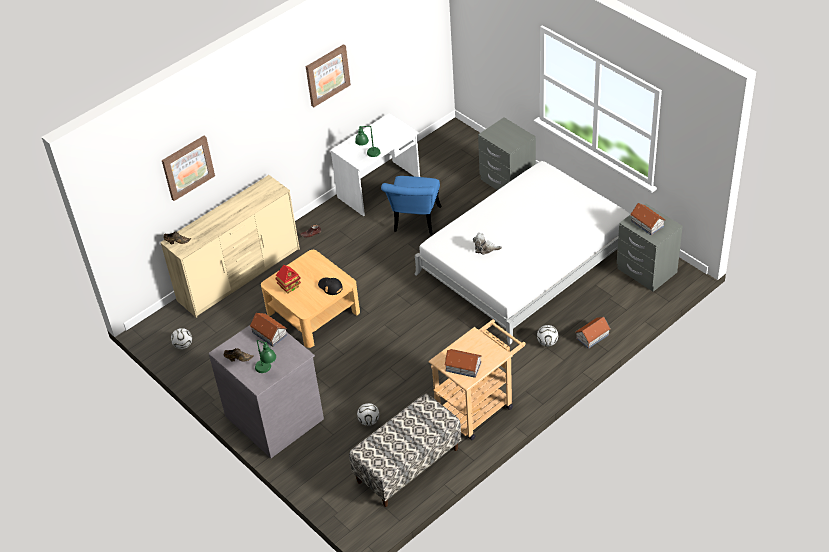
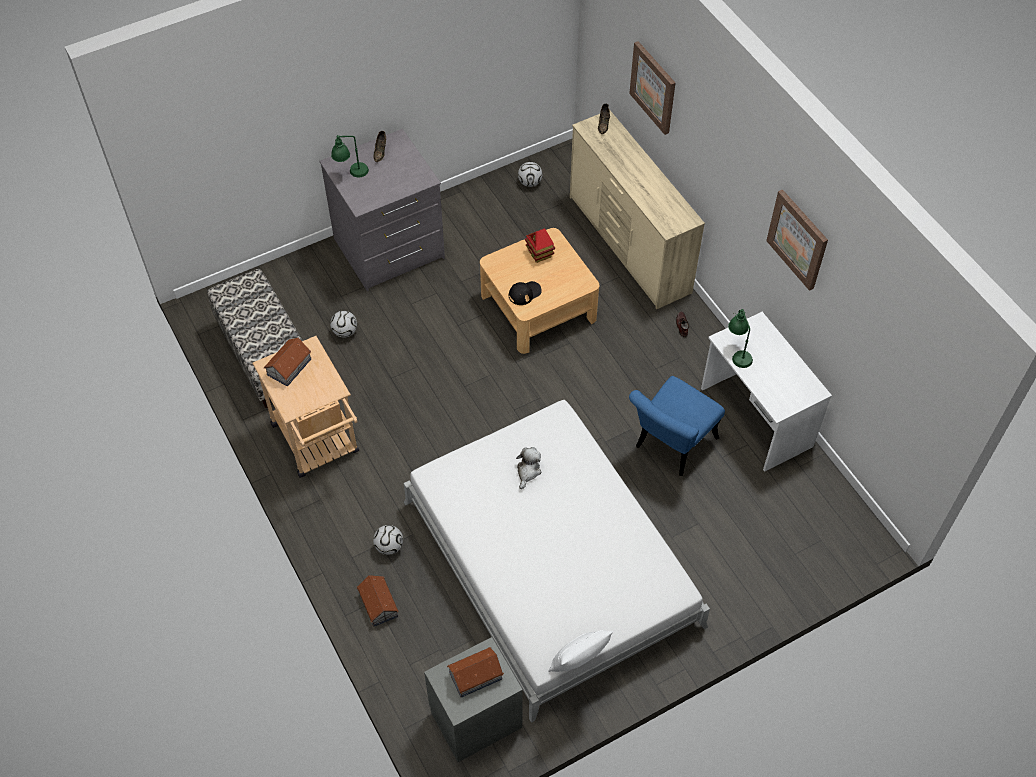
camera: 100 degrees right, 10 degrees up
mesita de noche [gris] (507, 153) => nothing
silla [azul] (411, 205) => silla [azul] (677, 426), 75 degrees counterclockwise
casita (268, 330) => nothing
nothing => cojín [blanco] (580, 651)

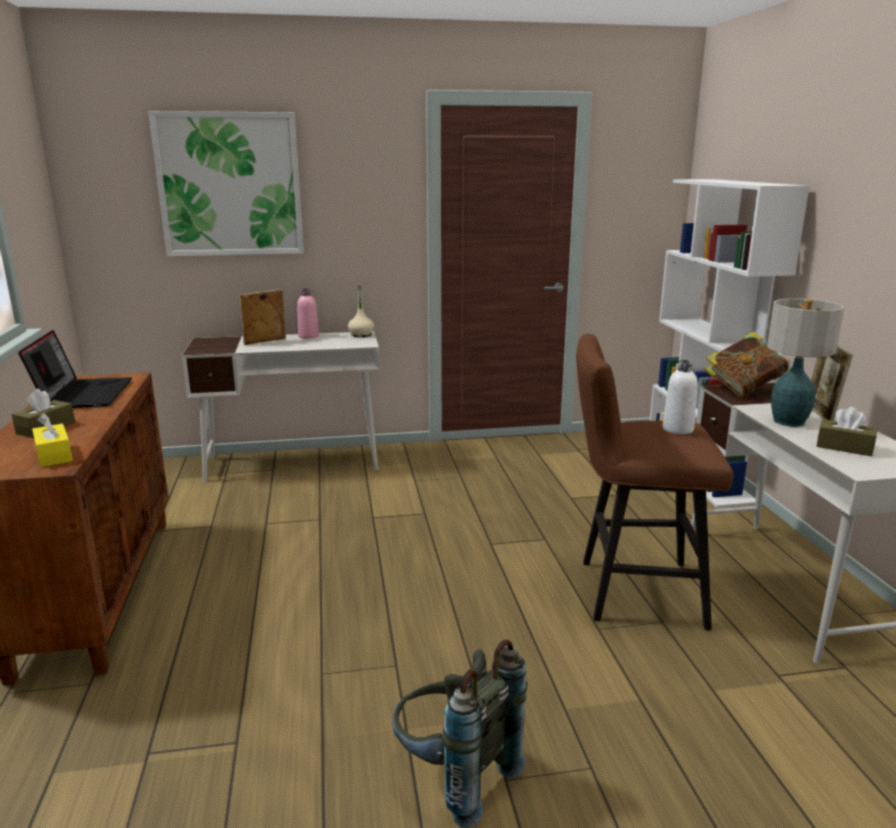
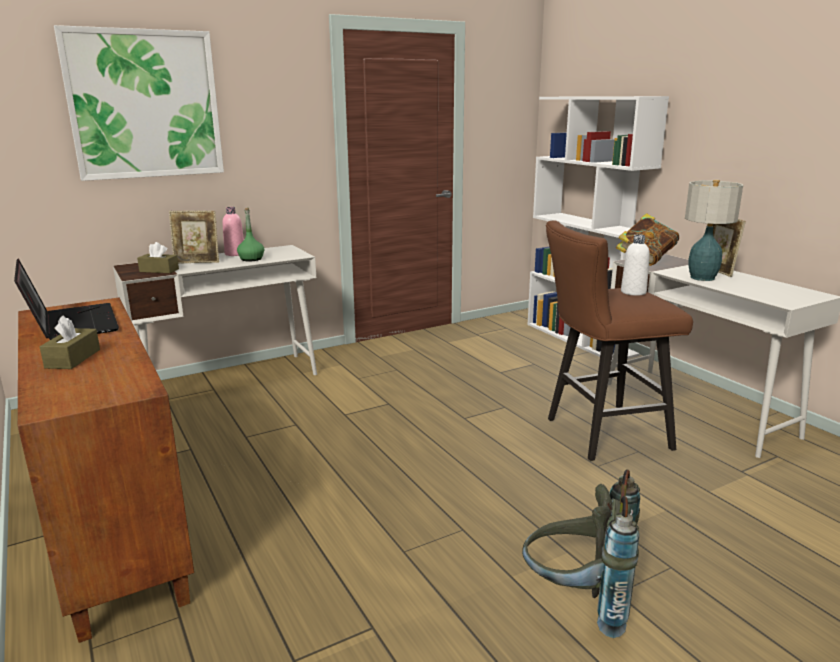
camera: 20 degrees left, 0 degrees up
botella [beis] (361, 311) => nothing
portarretratos (262, 317) => portarretratos (194, 237), 135 degrees counterclockwise
caja de pañuelos [marrón] (847, 431) => caja de pañuelos [marrón] (158, 257), move
caja de pañuelos [amarillo] (52, 440) => nothing
nothing => botella [verde] (250, 234)

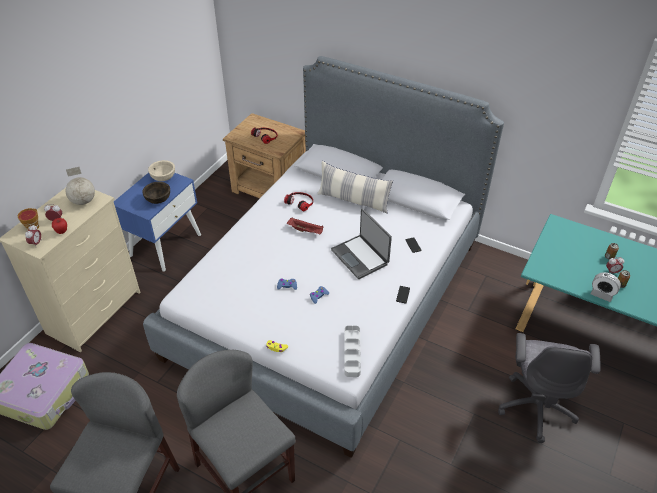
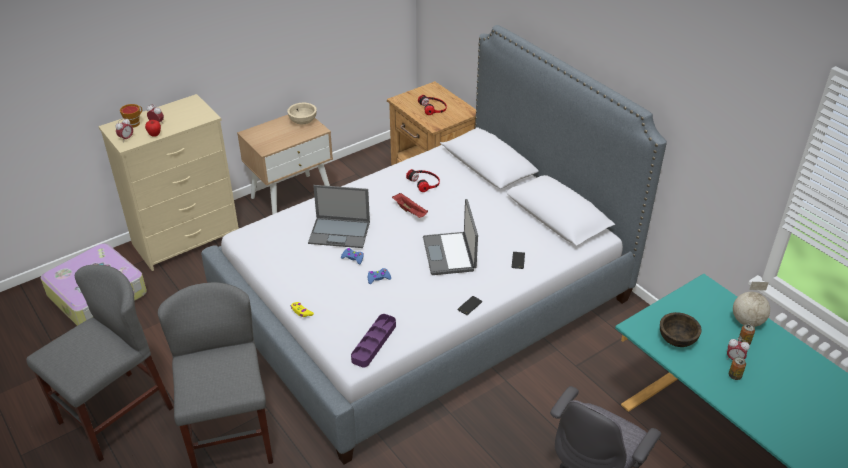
camera: 25 degrees right, 5 degrees down
cojín (355, 187) => nothing
globo terráqueo (80, 186) => globo terráqueo (751, 304), move
mesita de noche [azul] (157, 222) => mesita de noche [beis] (285, 165)
cuenco [marrón] (156, 193) => cuenco [marrón] (681, 329), move
despertador (605, 287) => nothing
bandeja [gris] (352, 351) => bandeja [morado] (373, 341)
nothing => portátil (339, 216)

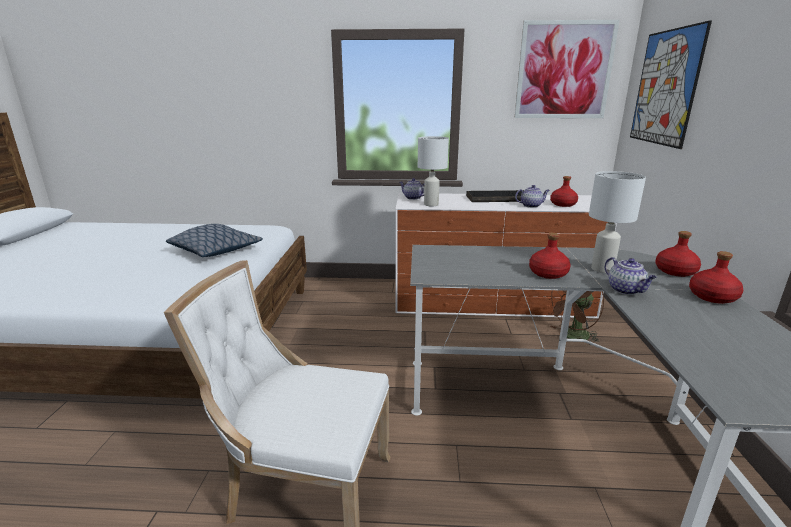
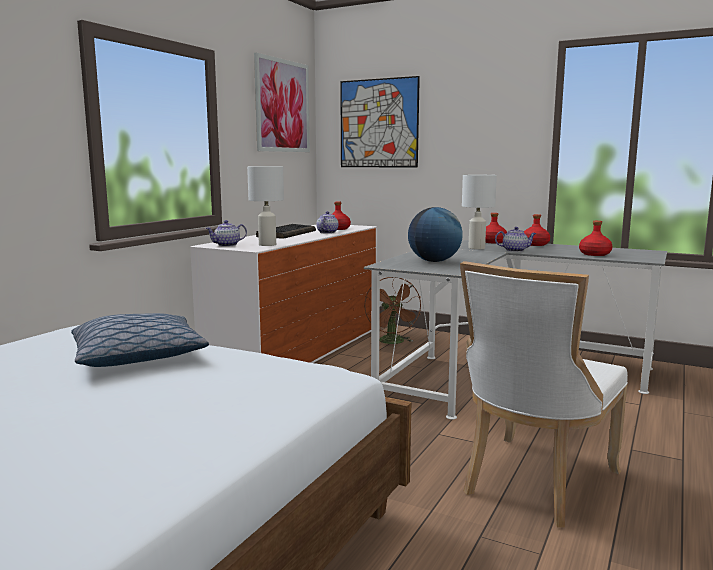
camera: 65 degrees left, 10 degrees down
botella [rojo] (550, 256) => botella [rojo] (596, 238), move
nothing => globo terráqueo (435, 234)

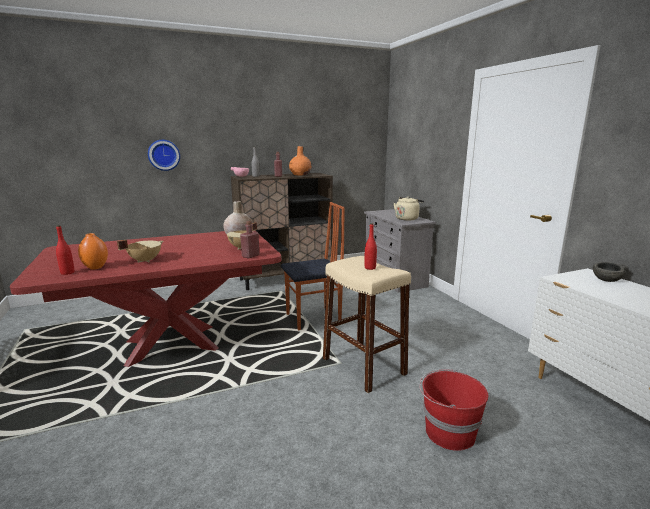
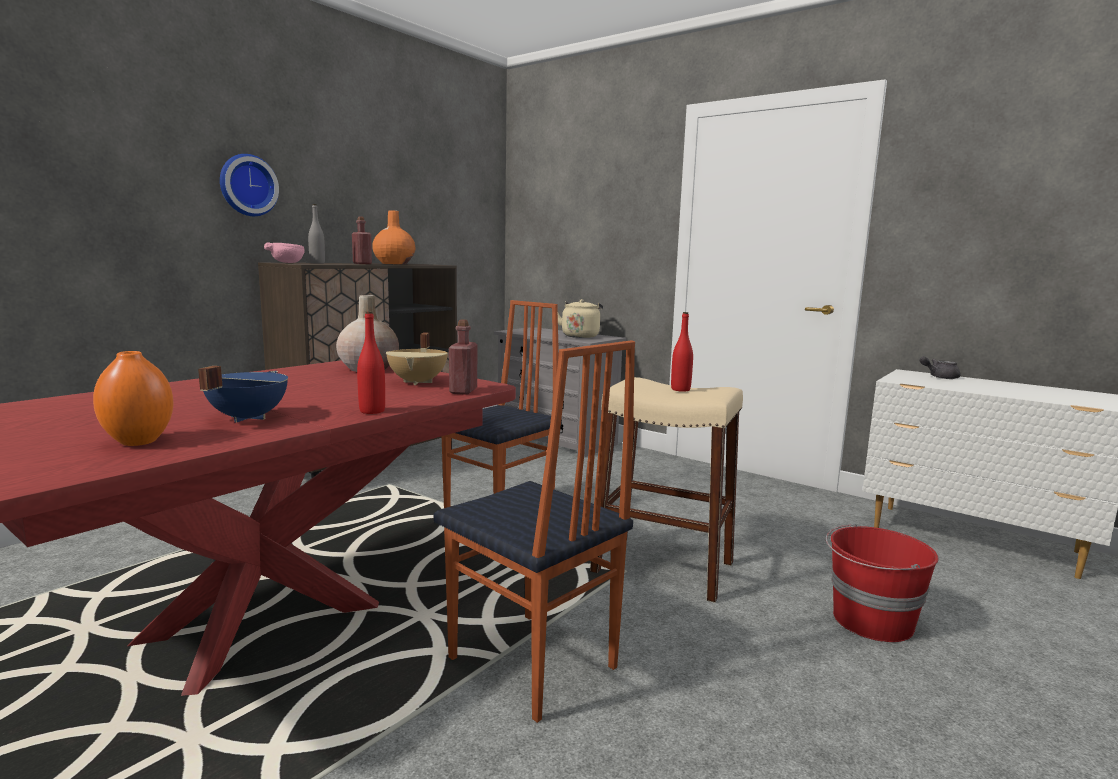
camera: 30 degrees left, 5 degrees down
reloj de pared (164, 155) => reloj de pared (249, 185), move
botella [rojo] (65, 250) => botella [rojo] (371, 362), move
olla [beis] (140, 251) => olla [azul] (243, 394)
cuenco [gris] (611, 272) => tetera [gris] (940, 367)
nothing => silla (534, 531)

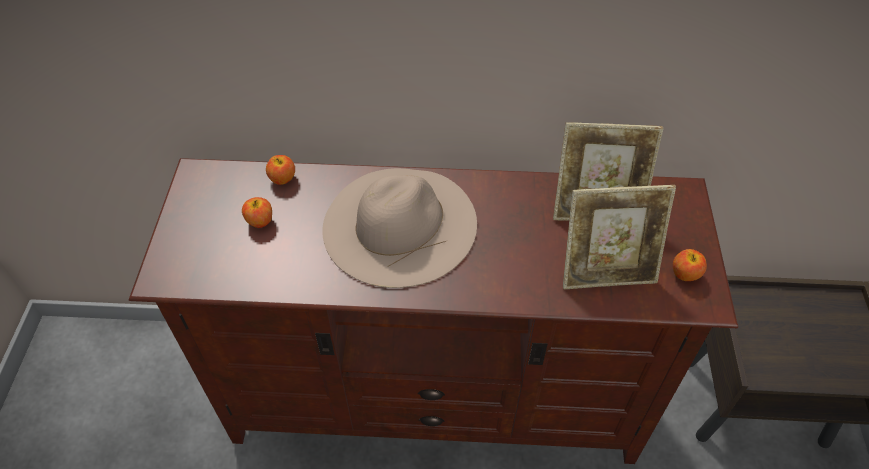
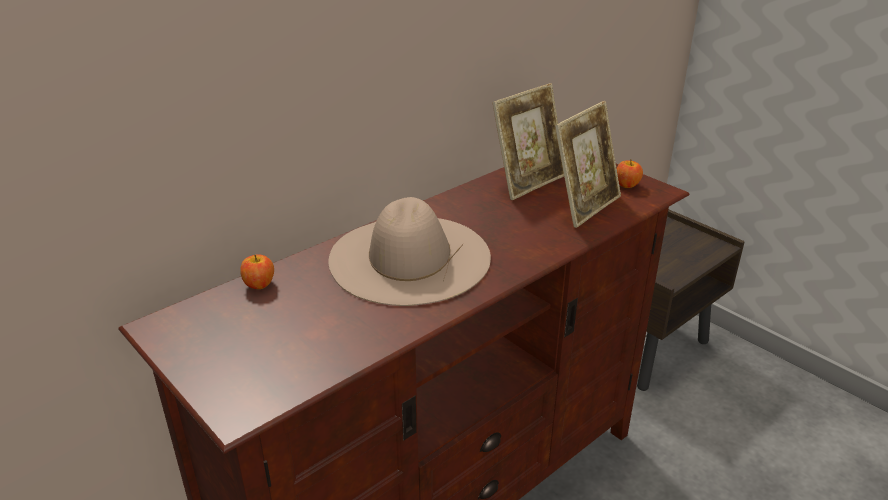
camera: 45 degrees left, 20 degrees down
manzana (257, 212) => nothing

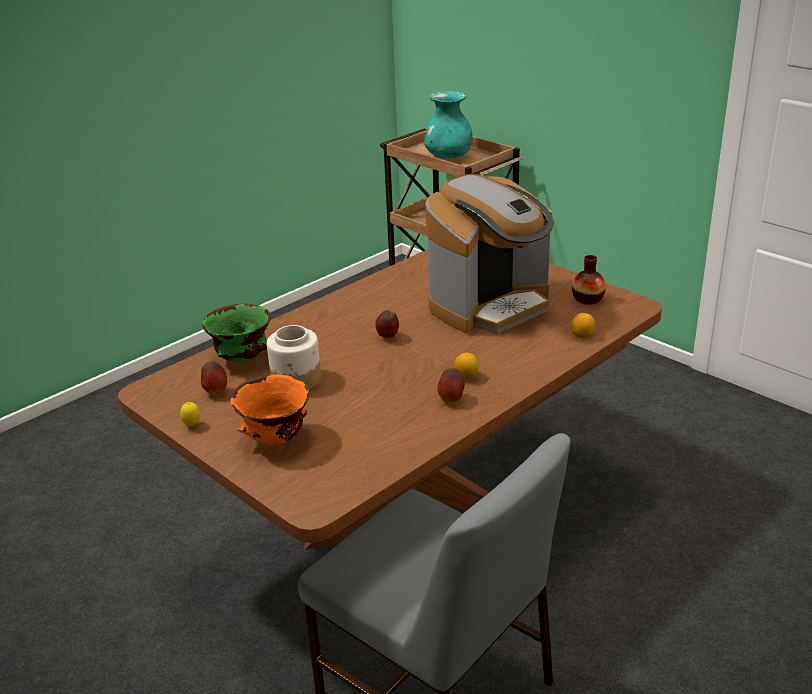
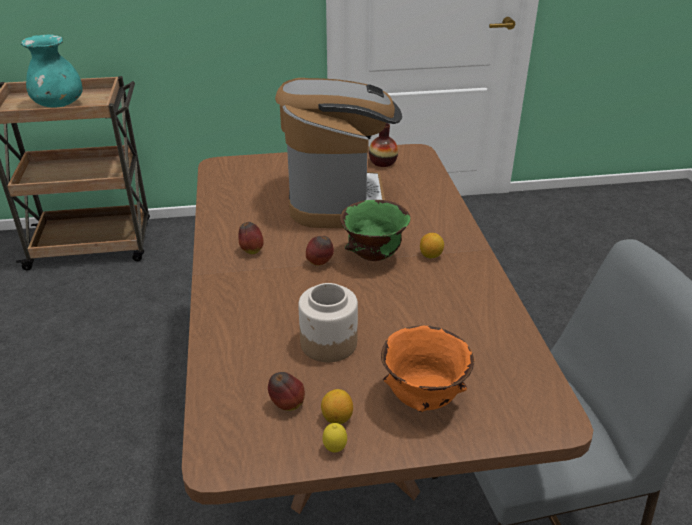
camera: 55 degrees left, 5 degrees up
cuenco [verde] (236, 333) => cuenco [verde] (375, 230), move
limón (583, 325) => limón (337, 406), move
manzana (451, 386) => manzana (251, 238), move

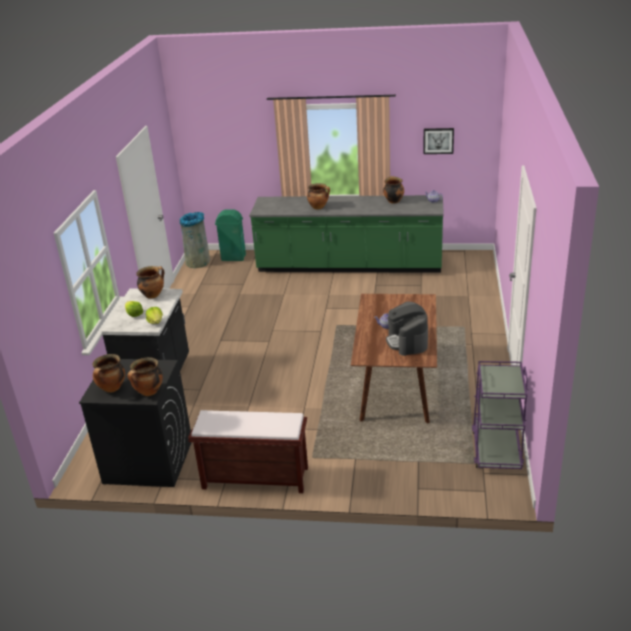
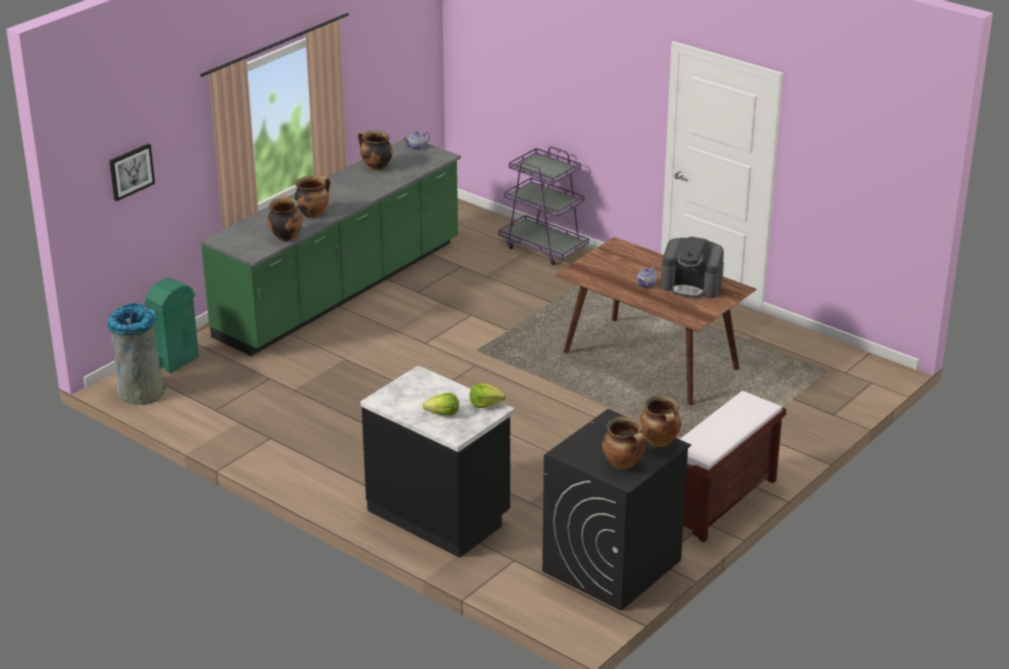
camera: 60 degrees left, 0 degrees up
cuadro (438, 141) => cuadro (132, 172), move
olla (150, 282) => olla (285, 218), move
carrito [morado] (500, 415) => carrito [morado] (544, 205), move

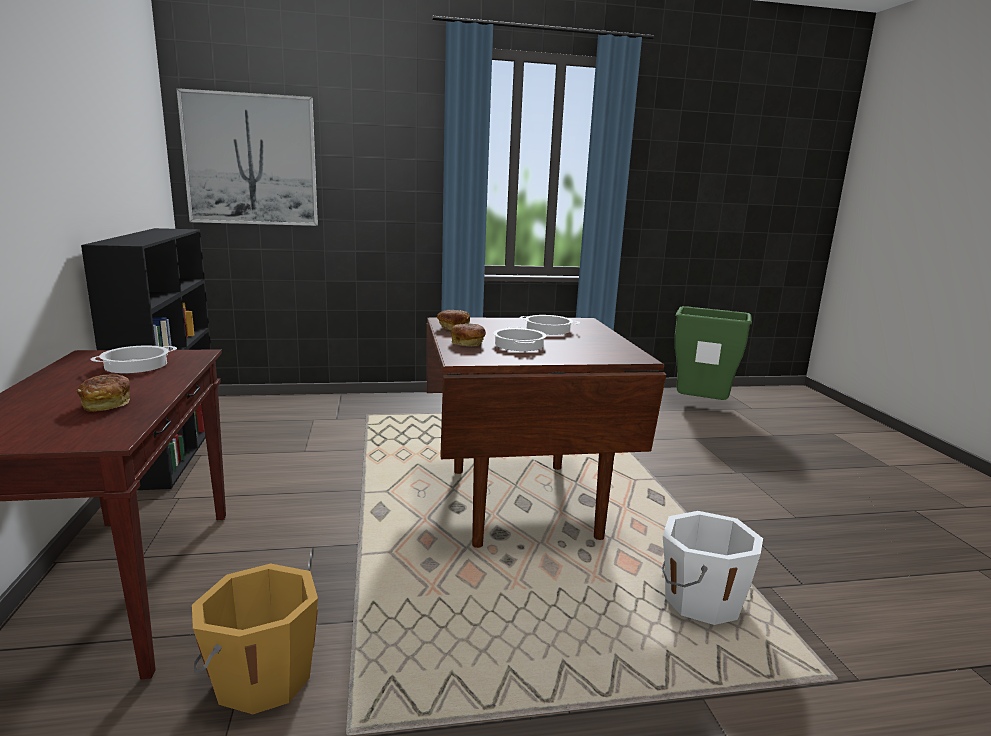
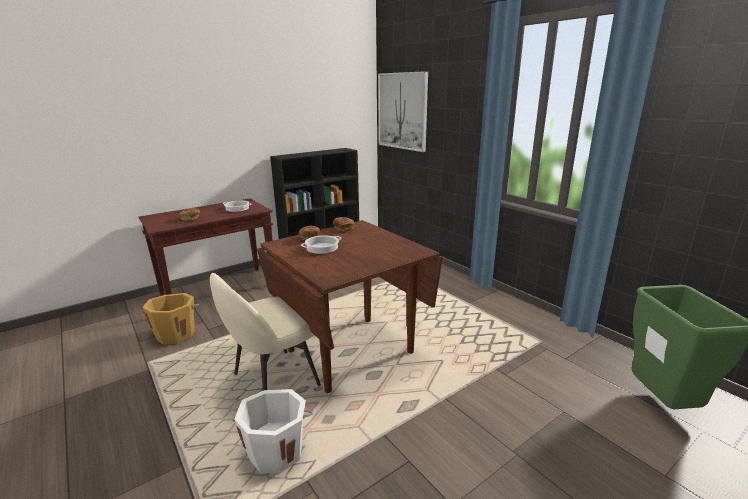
camera: 65 degrees right, 5 degrees up
olla (549, 325) => nothing
nothing => silla [beis] (265, 332)

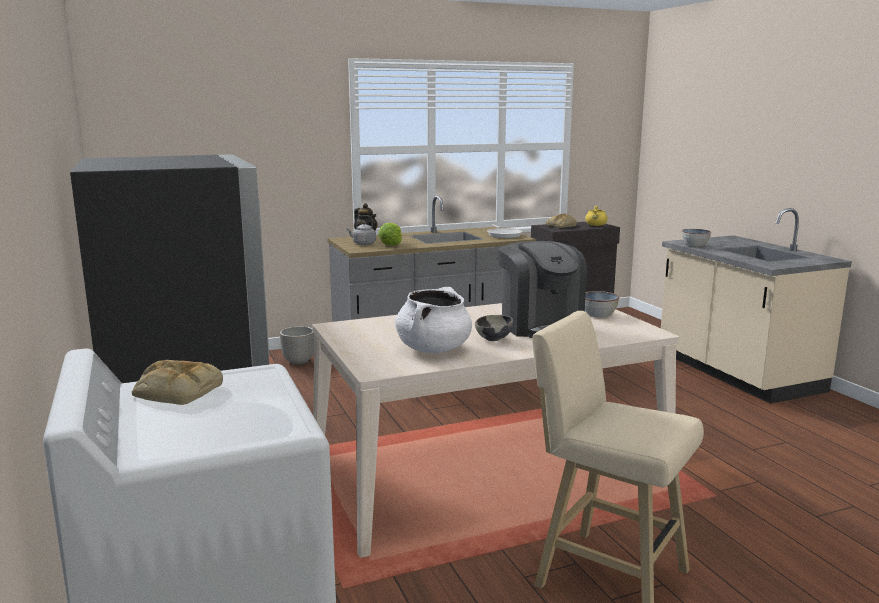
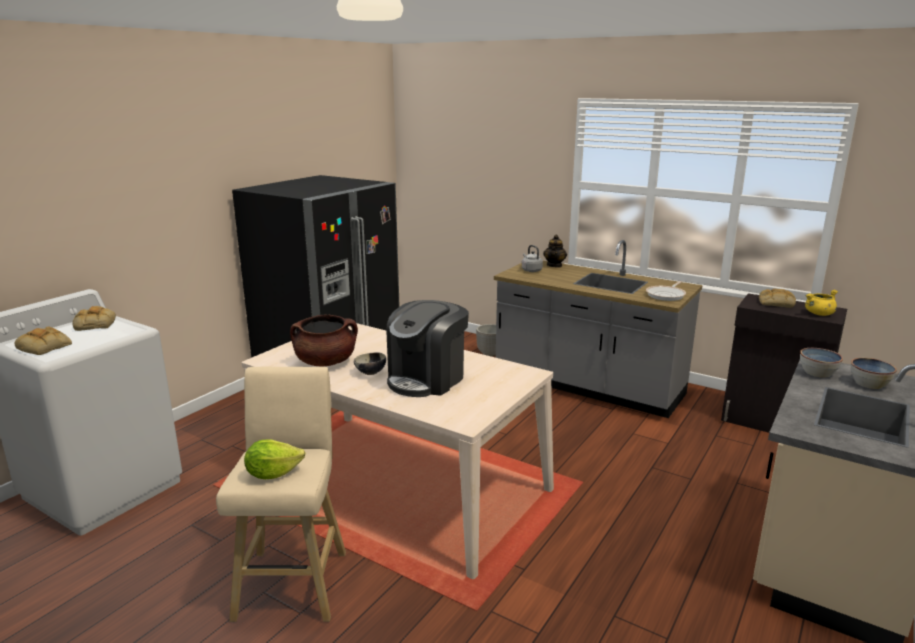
camera: 55 degrees right, 5 degrees up
lechuga (390, 234) => lechuga (274, 459), move
olla [blanco] (433, 320) => olla [marrón] (324, 340)
cuenco (602, 304) => cuenco (874, 373), move
nothing => pan (43, 340)

